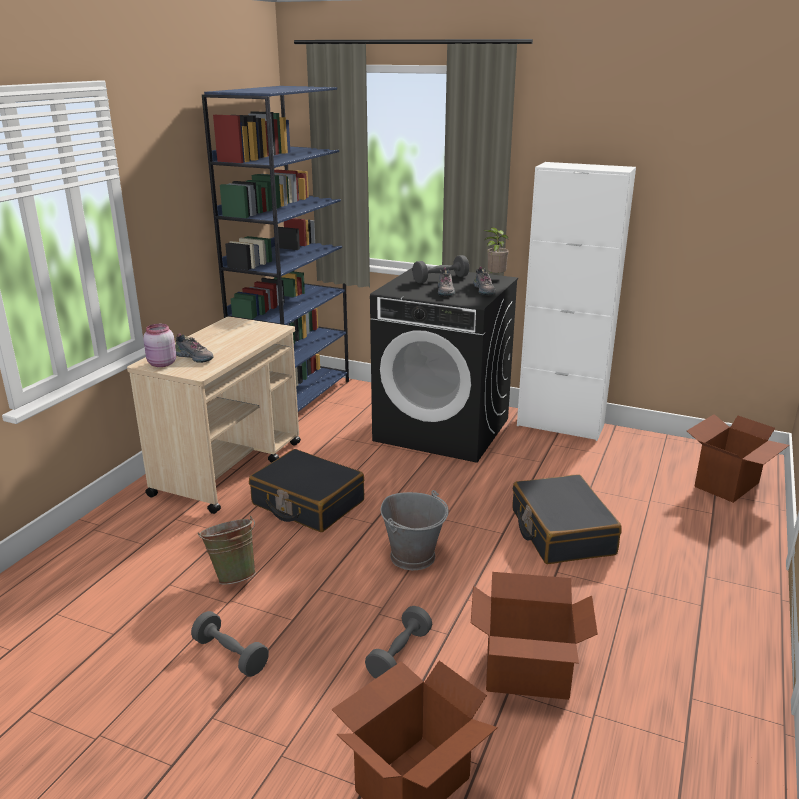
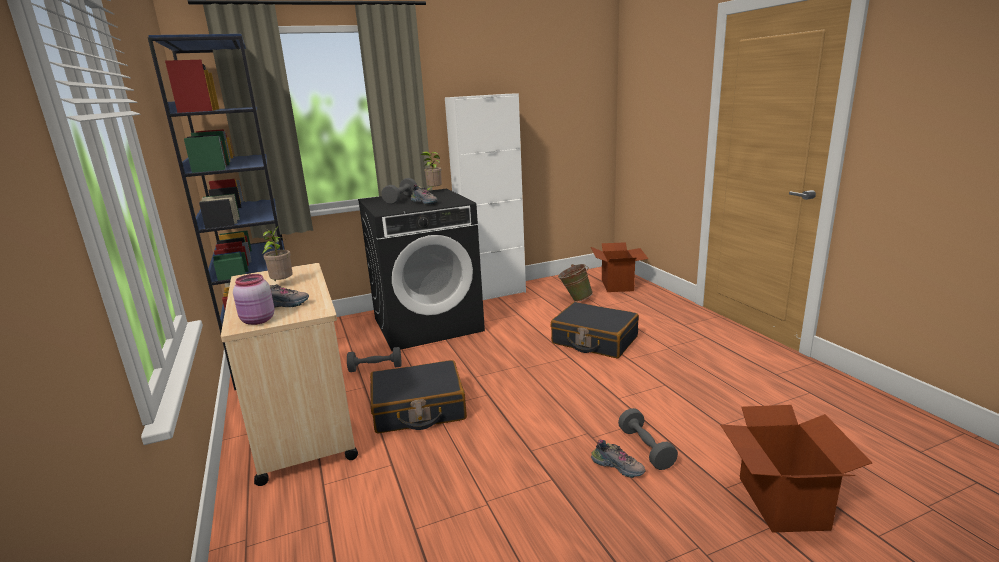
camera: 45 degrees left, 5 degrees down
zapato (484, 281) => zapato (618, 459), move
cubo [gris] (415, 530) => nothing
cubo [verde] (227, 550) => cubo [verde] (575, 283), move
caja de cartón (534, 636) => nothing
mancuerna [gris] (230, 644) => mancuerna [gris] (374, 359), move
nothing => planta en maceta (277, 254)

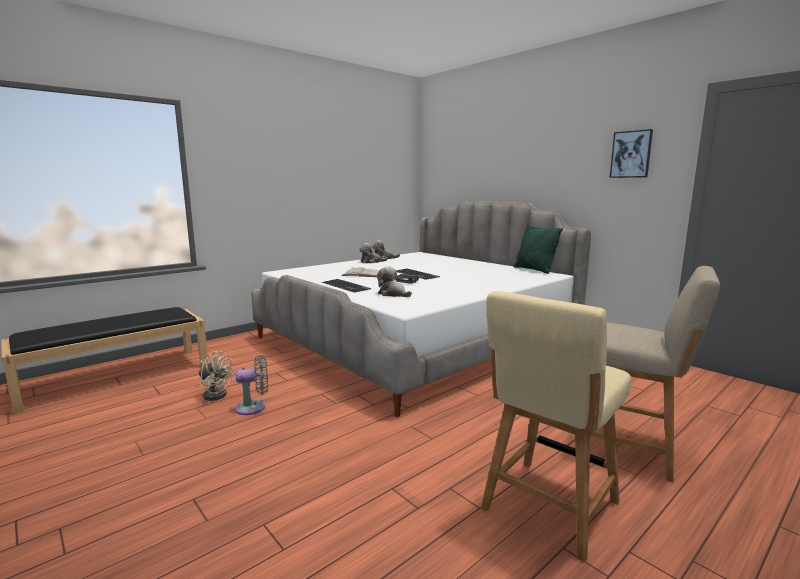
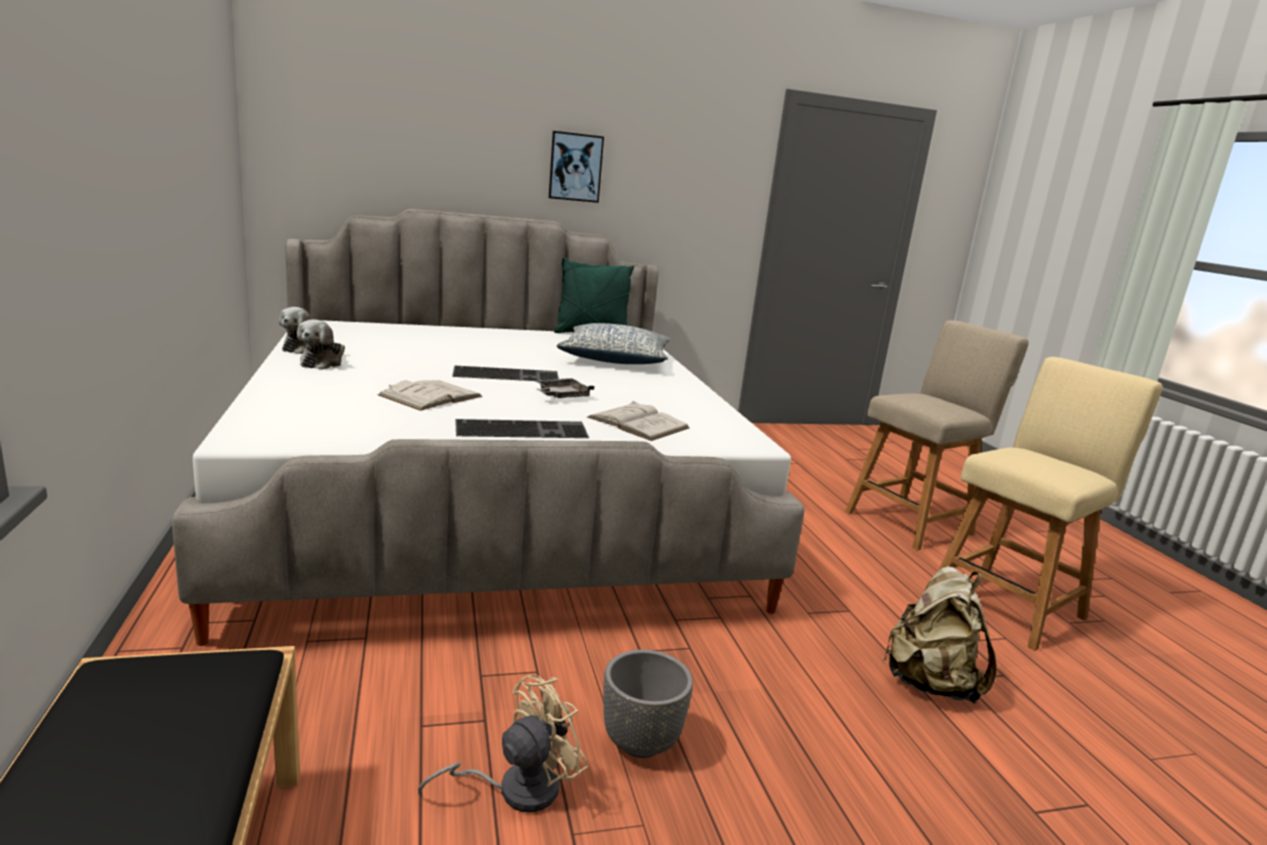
camera: 65 degrees left, 5 degrees up
cuadro (631, 153) => cuadro (576, 167), move
peluche (394, 281) => libro [blanco] (638, 421)
silla [beis] (556, 427) => silla [beis] (1050, 504), 105 degrees counterclockwise
ventilador [gris] (251, 385) => maceta [gris] (648, 704)
nothing => cojín (614, 343)
nothing => mochila [beis] (940, 635)

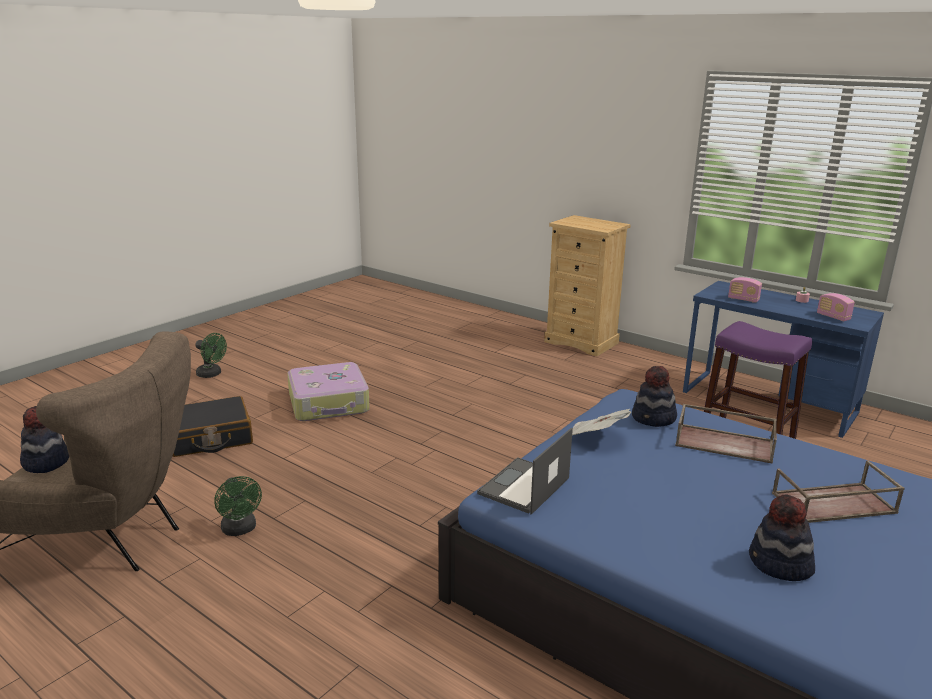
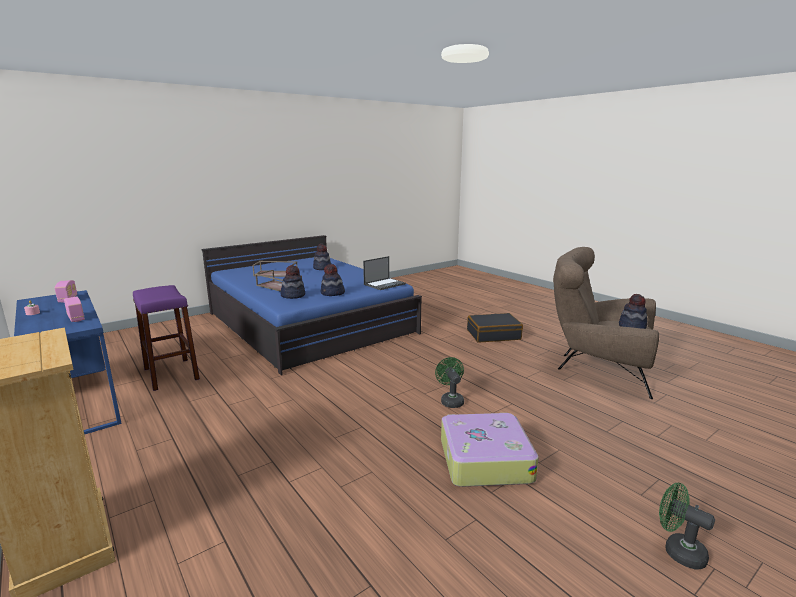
camera: 165 degrees left, 5 degrees down
maleta [negro] (213, 426) => maleta [negro] (495, 327), move
periódico (601, 422) => sombrero (333, 280)
ventilador [verde] (238, 506) => ventilador [verde] (449, 382), move

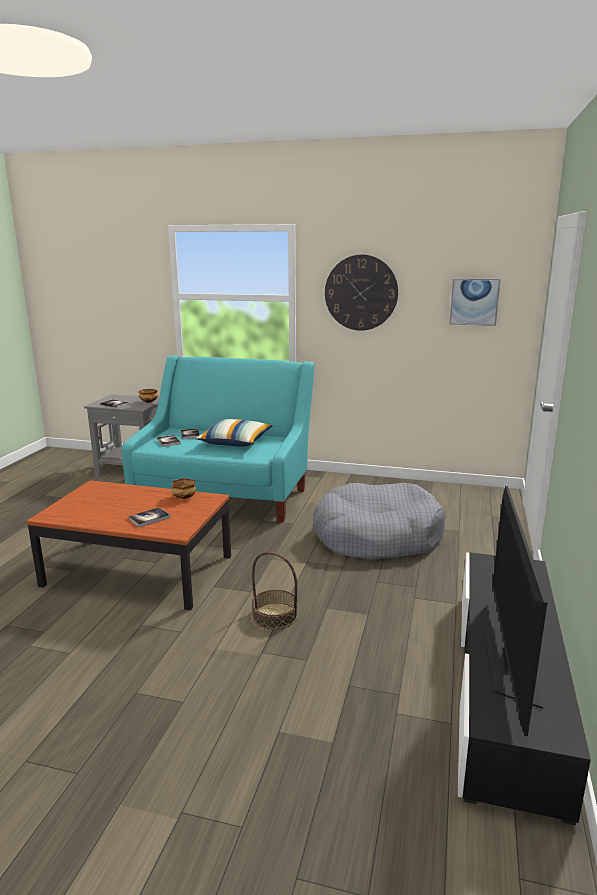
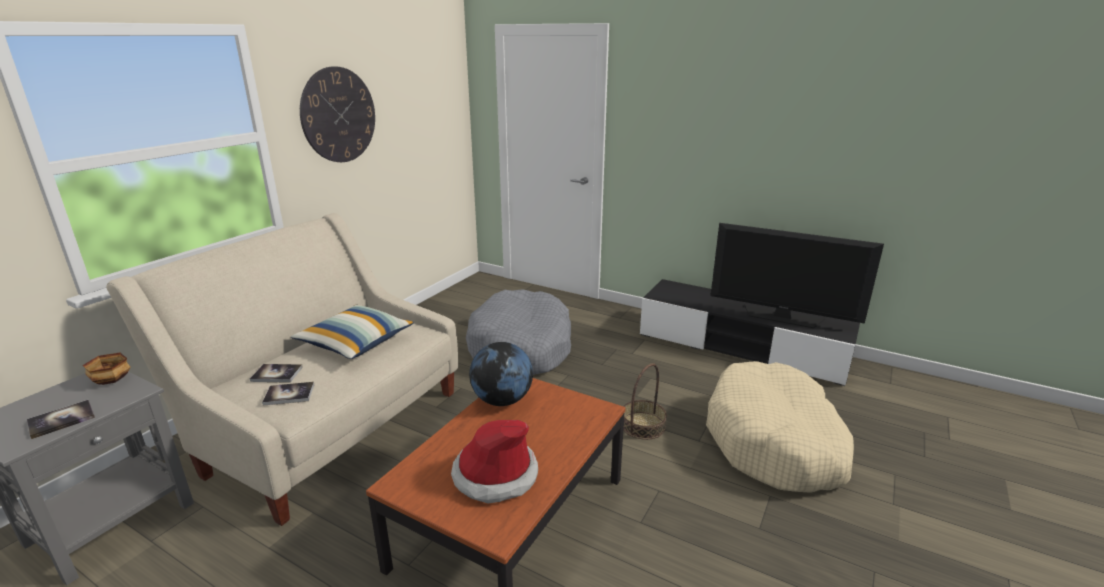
camera: 75 degrees left, 5 degrees up
cuadro (475, 302) => nothing
sofá [turquesa] (218, 438) => sofá [beis] (282, 369)
cuenco (184, 488) => globo terráqueo (501, 374)
libro (149, 517) => nothing
nothing => cama para perro [beis] (780, 427)
nothing => sombrero (494, 461)

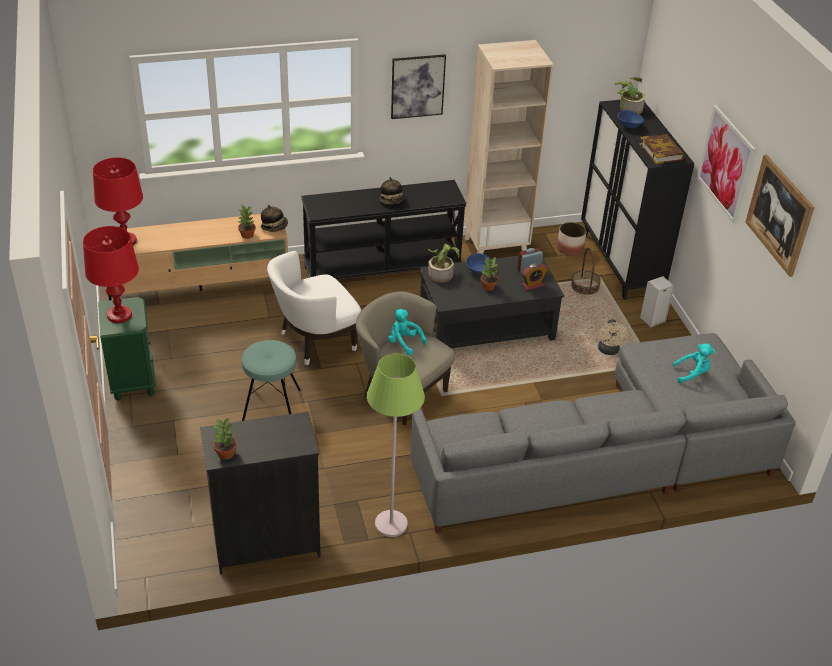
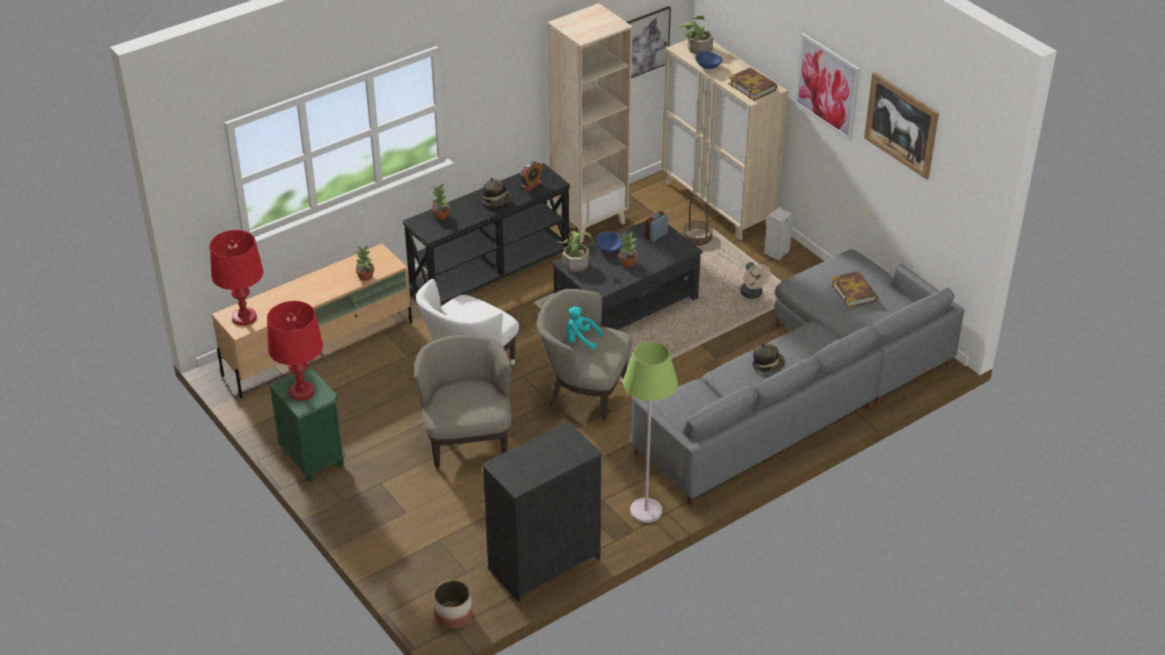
camera: 20 degrees left, 0 degrees up
cuadro (418, 86) => cuadro (649, 42), move
armario [negro] (637, 200) => armario [beis] (725, 139)
sombrero (274, 218) => sombrero (769, 358), move
maceta (571, 239) => maceta (453, 604), move
despertador (535, 277) => despertador (531, 176), move
taburete [turquesa] (271, 380) => sillón [beis] (463, 401)
peluche [turquesa] (693, 363) => libro (854, 289)
planta en maceta (225, 438) => planta en maceta (440, 202), move

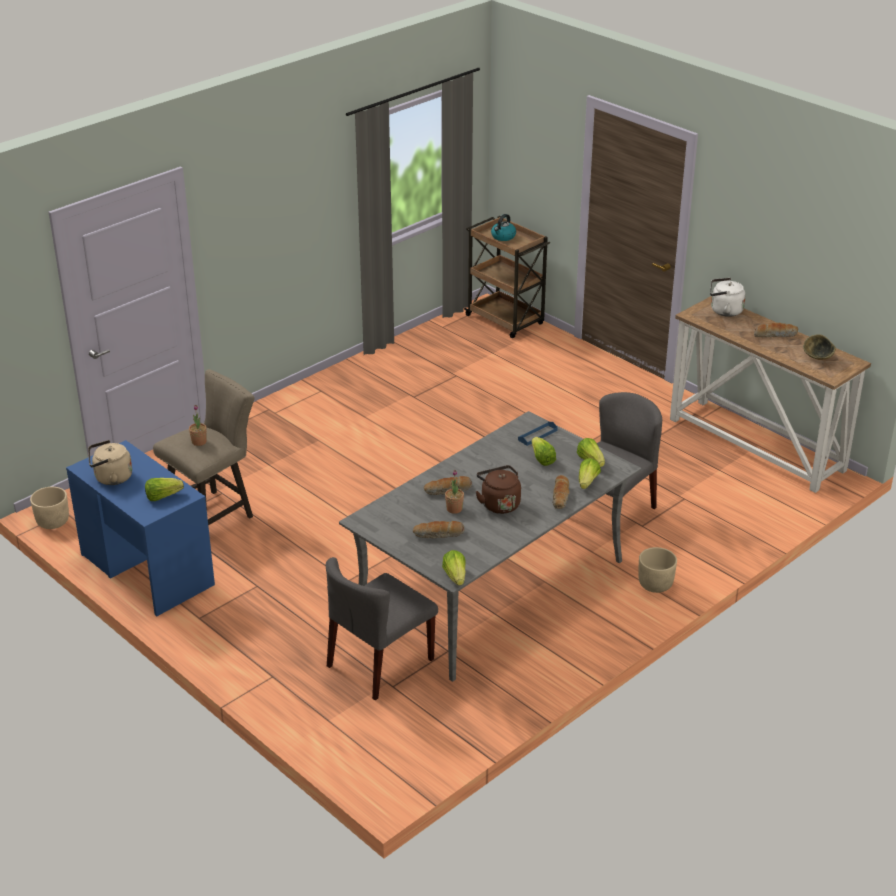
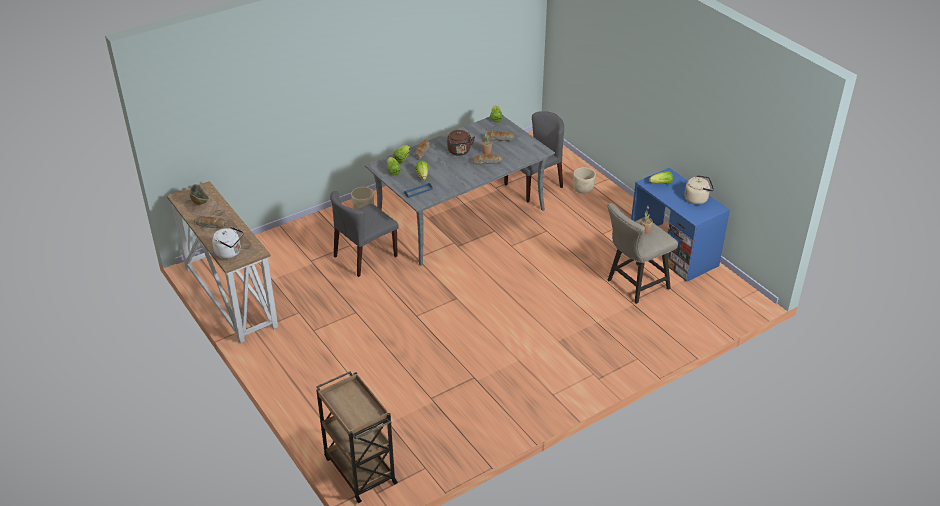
camera: 170 degrees left, 5 degrees up
hervidor (503, 227) => nothing
maceta [beis] (49, 508) => maceta [beis] (584, 180), move

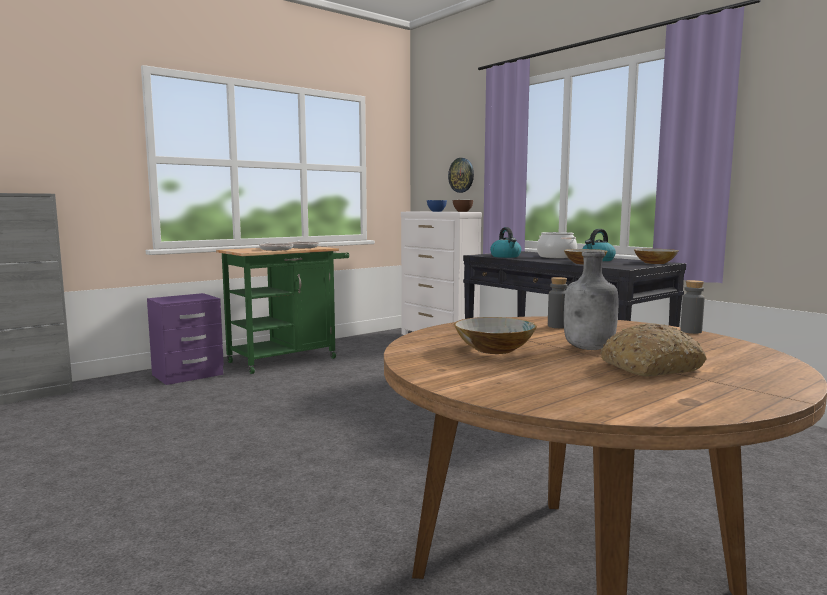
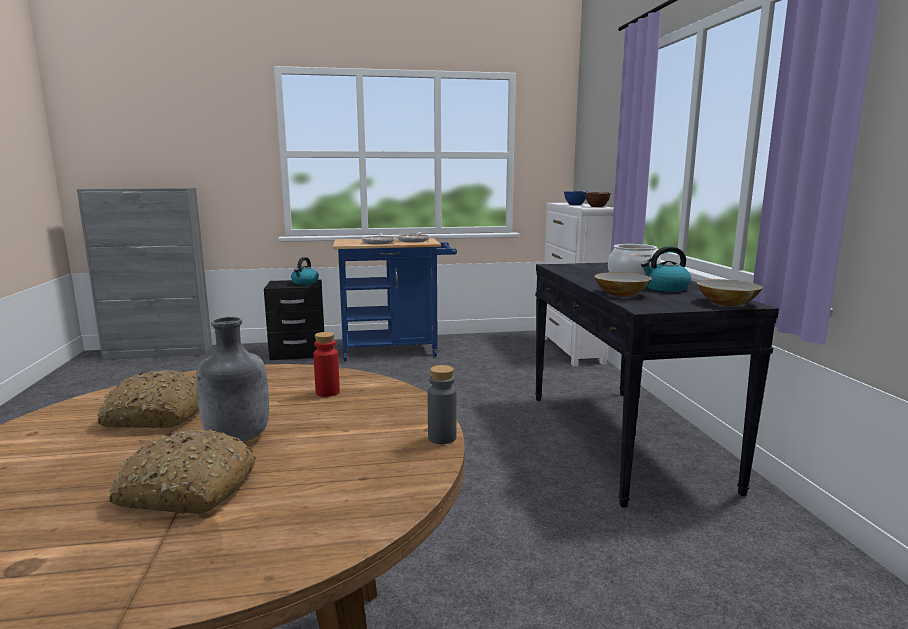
camera: 30 degrees right, 5 degrees up
reloj de pared (461, 175) => nothing
hervidor (505, 242) => hervidor (305, 271), move
carrito [verde] (282, 310) => carrito [azul] (395, 299)
botella [gris] (557, 302) => botella [rojo] (326, 364)
mesita de noche [morado] (185, 339) => mesita de noche [negro] (294, 319)
cuenco (495, 335) => pan (148, 399)

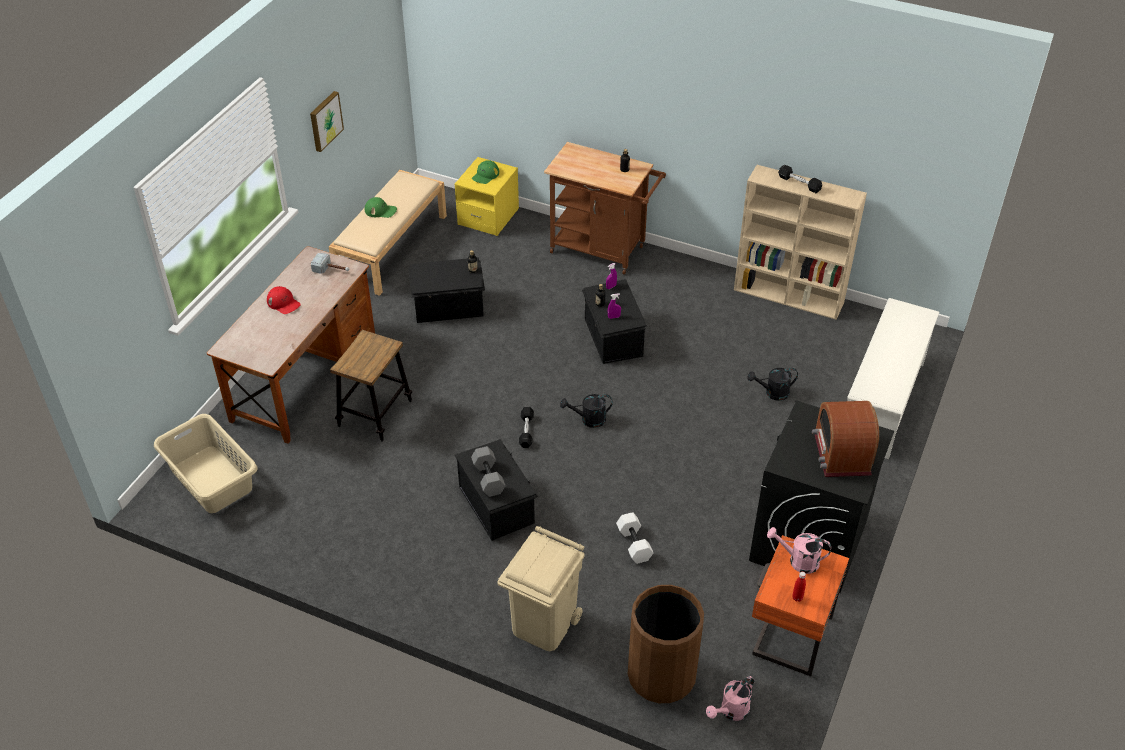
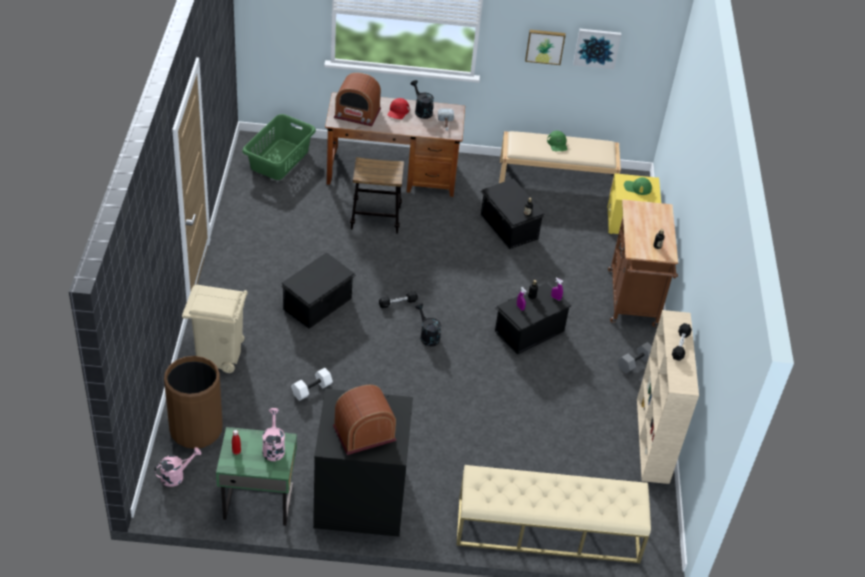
camera: 65 degrees right, 0 degrees up
zapatero [blanco] (893, 378) => banco [beis] (554, 514)
regadera [negro] (772, 384) => regadera [negro] (422, 99), move
cesto de la ropa [beis] (206, 463) => cesto de la ropa [verde] (279, 147)
mancuerna [gris] (488, 471) => mancuerna [gris] (635, 358), move
mesita de noche [naranja] (800, 605) => mesita de noche [verde] (256, 476)
regadera [rosa] (730, 698) => regadera [rosa] (178, 467), 120 degrees clockwise
nothing => cuadro (597, 49)
nothing => radio (357, 99)

